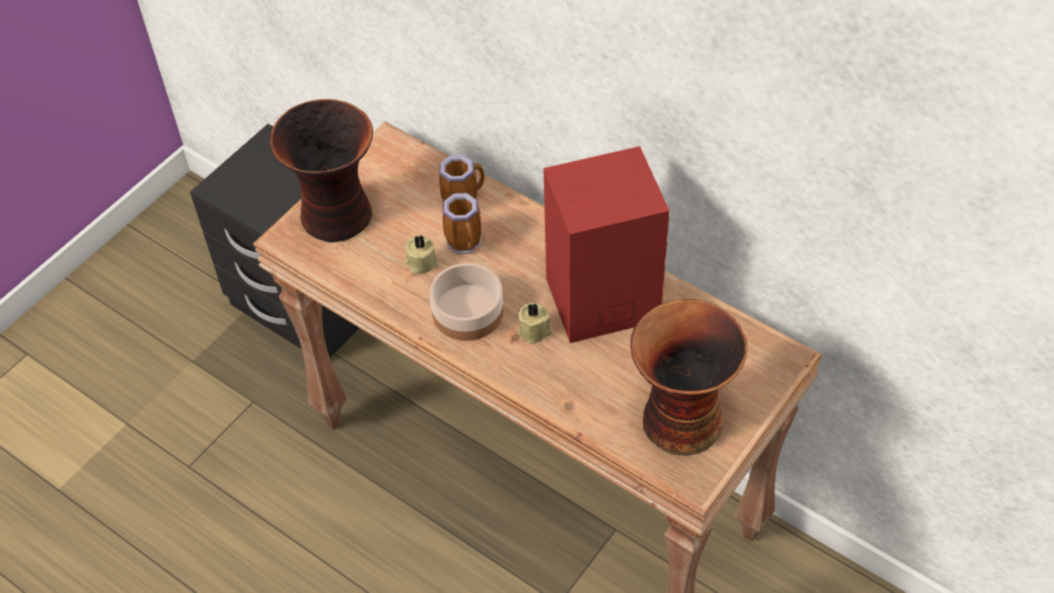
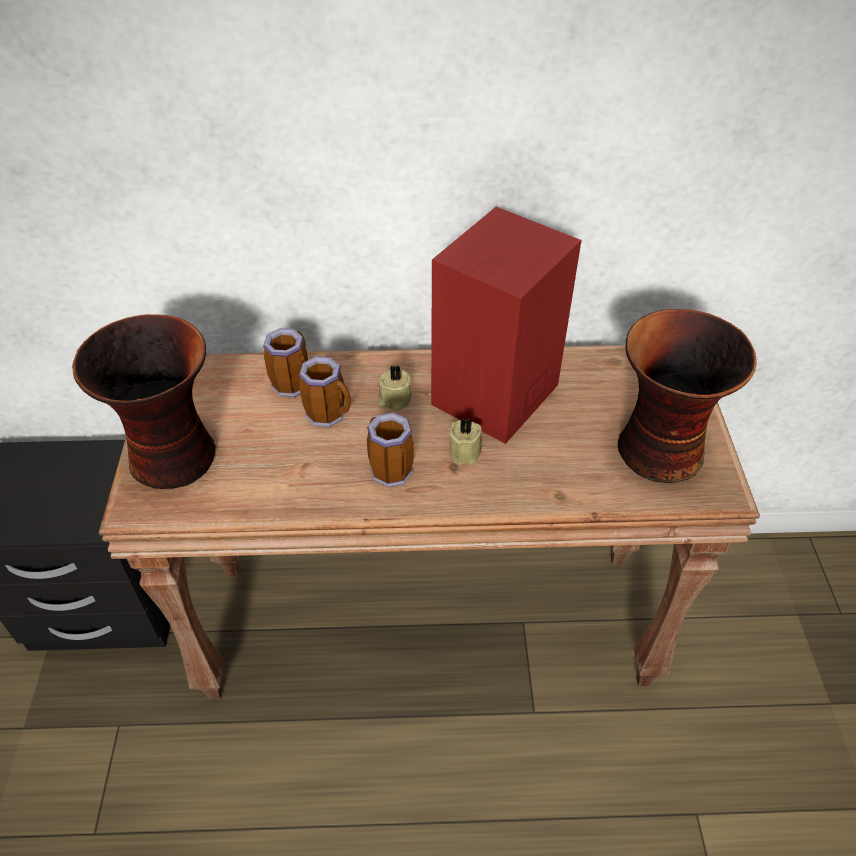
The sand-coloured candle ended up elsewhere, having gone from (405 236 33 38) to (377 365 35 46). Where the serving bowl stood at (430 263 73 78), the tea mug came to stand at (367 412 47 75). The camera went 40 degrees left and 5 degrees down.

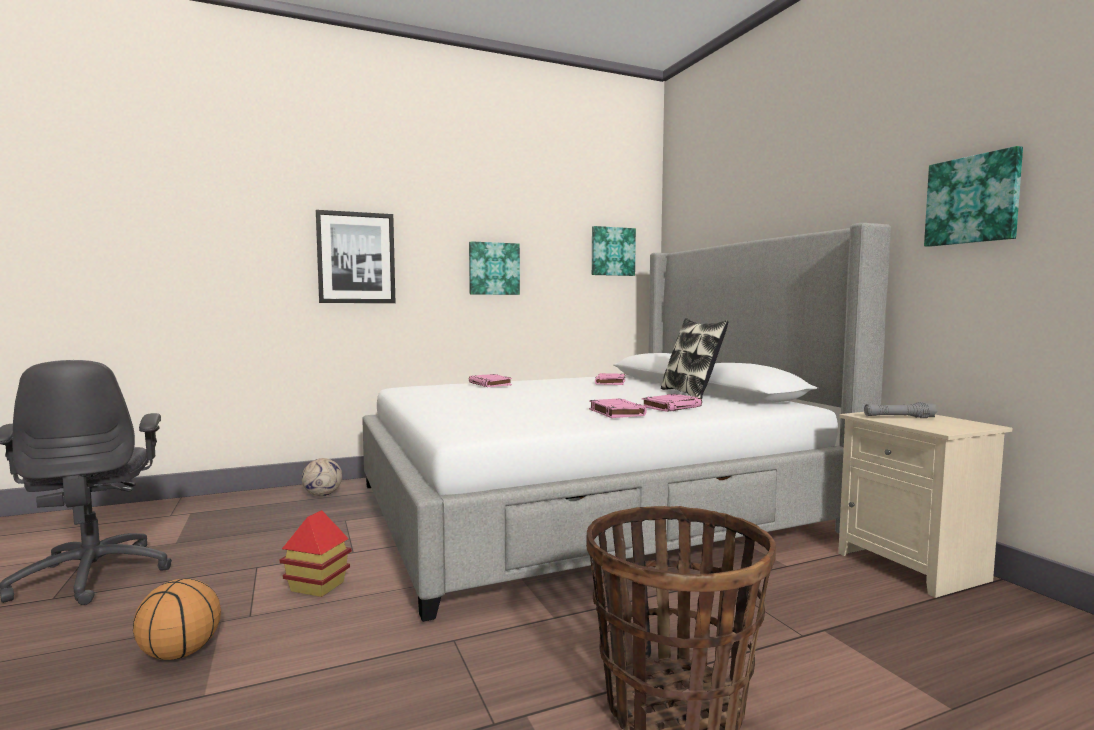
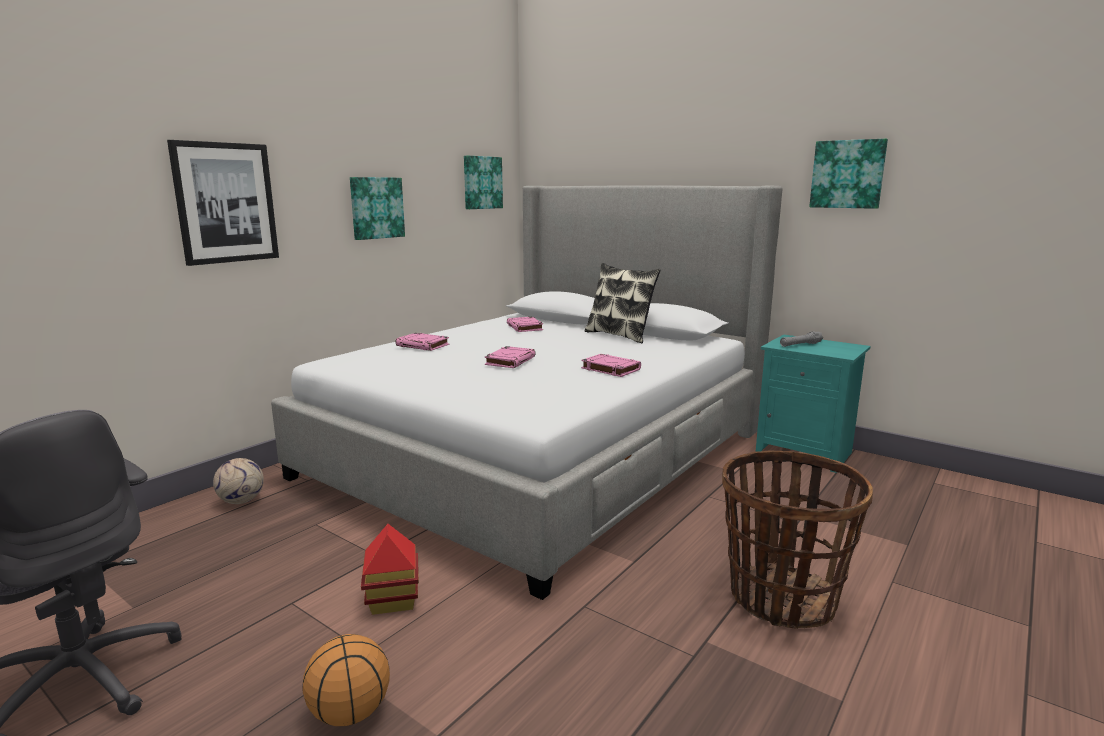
The pink bound book ended up elsewhere, having gone from (642 394 60 18) to (485 346 51 22). What was the sand-coloured night table at (838 412 174 186) turned into the turquoise night table at (756 334 115 139). The camera went 30 degrees left and 10 degrees up.

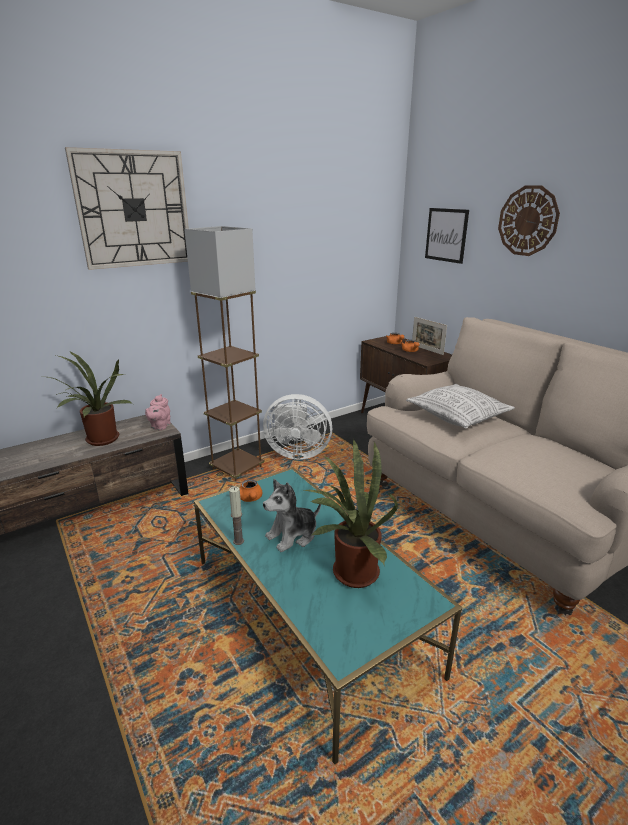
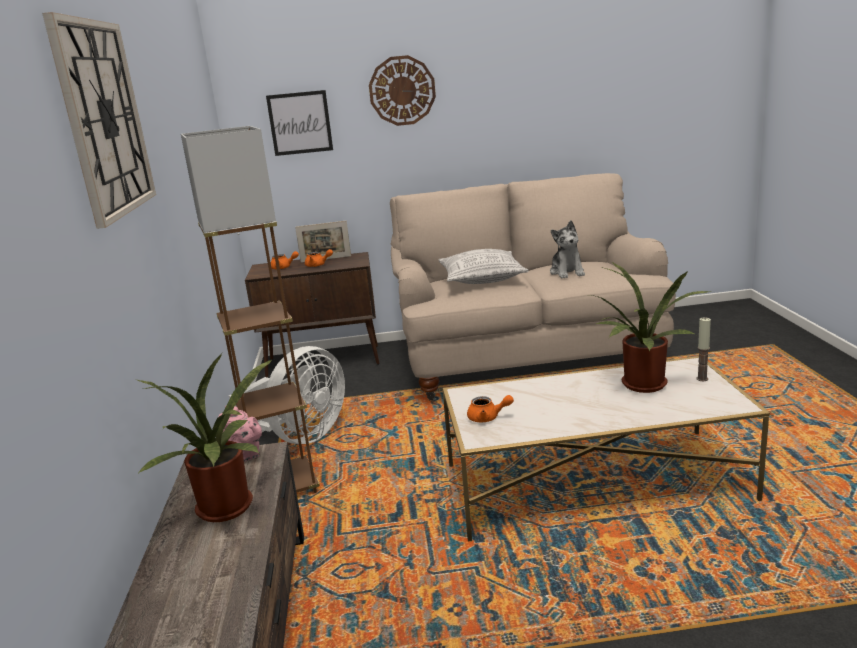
The candle ended up elsewhere, having gone from (229 487 15 58) to (696 317 15 64). The cuddly toy ended up elsewhere, having gone from (263 479 58 73) to (550 220 35 58). What was the turquoise coffee table at (194 467 268 298) turned into the white coffee table at (442 356 328 186). The camera went 60 degrees left and 5 degrees down.

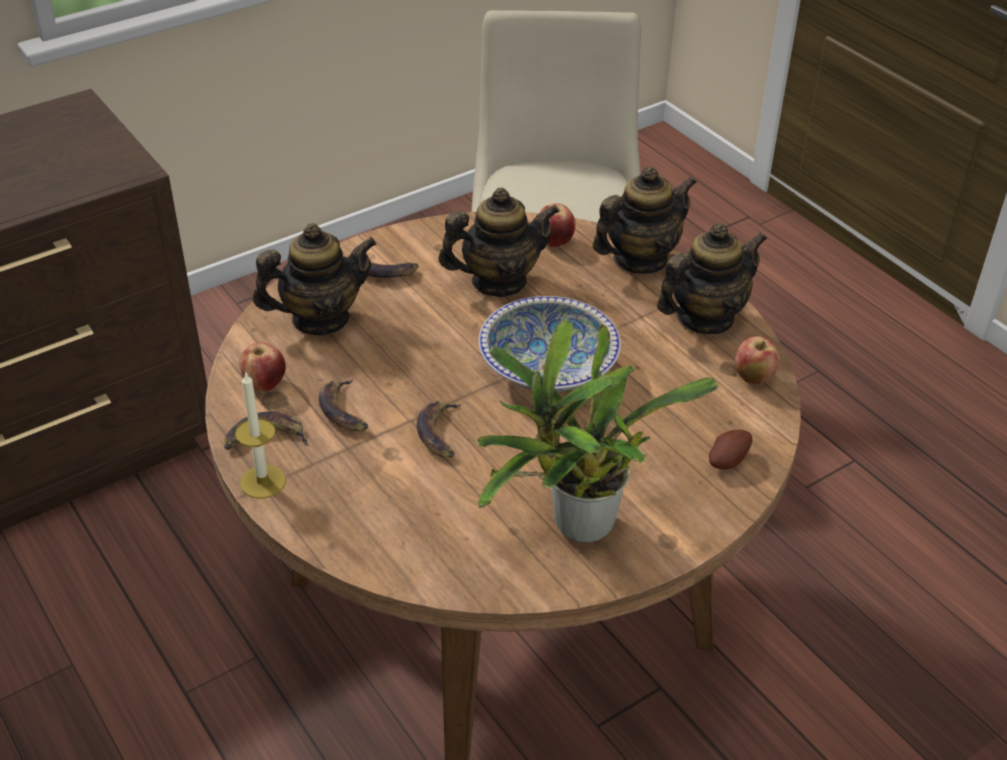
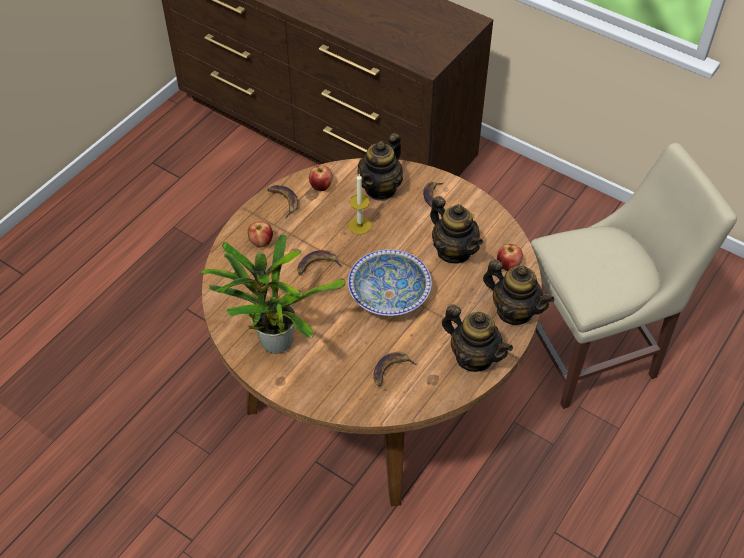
The second view lost the whole potato at (709 430 43 39). The candle ended up elsewhere, having gone from (235 371 51 127) to (348 174 23 60). The banana ended up elsewhere, having gone from (319 379 49 52) to (373 352 44 35). The apple fruit ended up elsewhere, having gone from (735 336 45 48) to (248 221 25 27). The pot for tea at (253 223 123 112) ended up facing another way, 75 degrees clockwise from before. The camera went 70 degrees right and 10 degrees up.

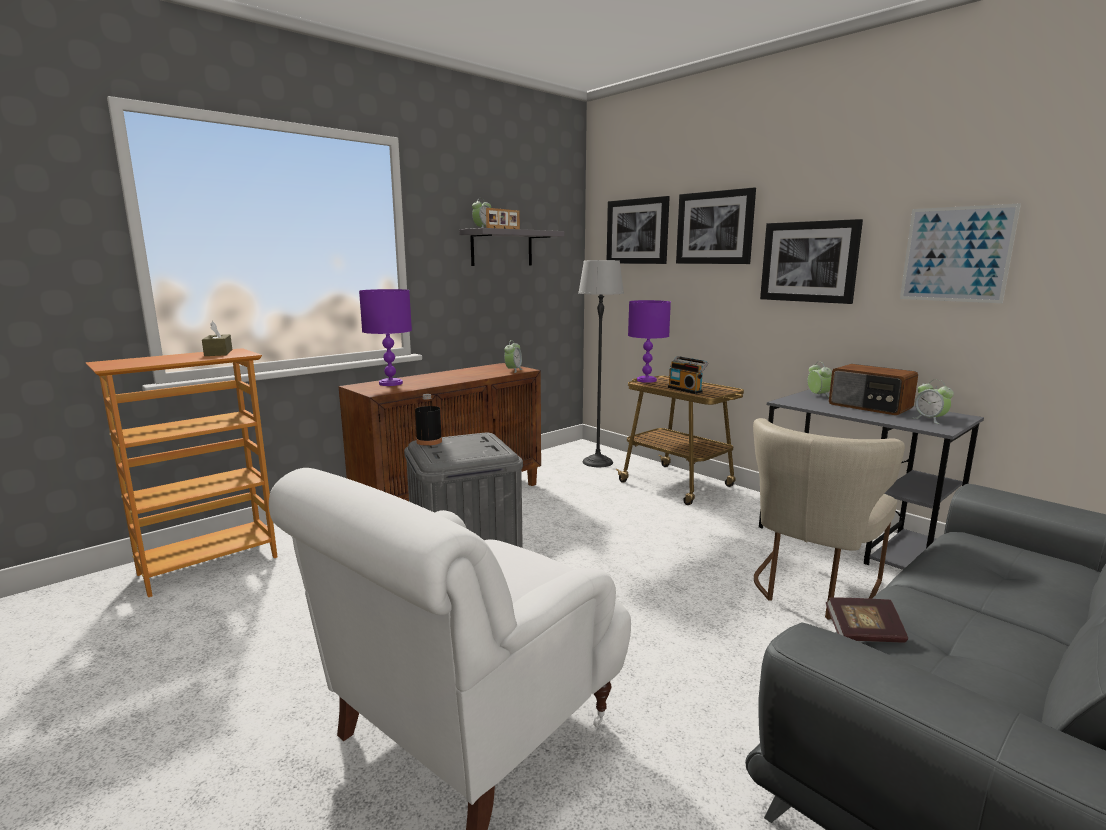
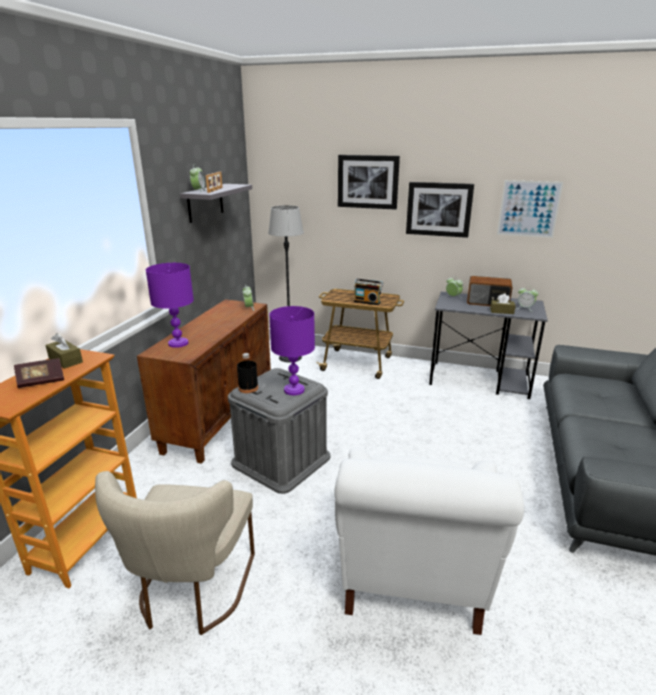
The second view lost the wall art at (607 196 63 68). The second view gained the brown-coloured tissue holder at (490 294 26 20). The purple lamp for a table ended up elsewhere, having gone from (628 300 43 83) to (269 306 46 89). The sand-coloured upright chair ended up elsewhere, having gone from (753 418 152 202) to (95 471 160 164). The bound book ended up elsewhere, having gone from (826 597 82 46) to (14 358 50 30). The camera went 30 degrees left and 10 degrees up.

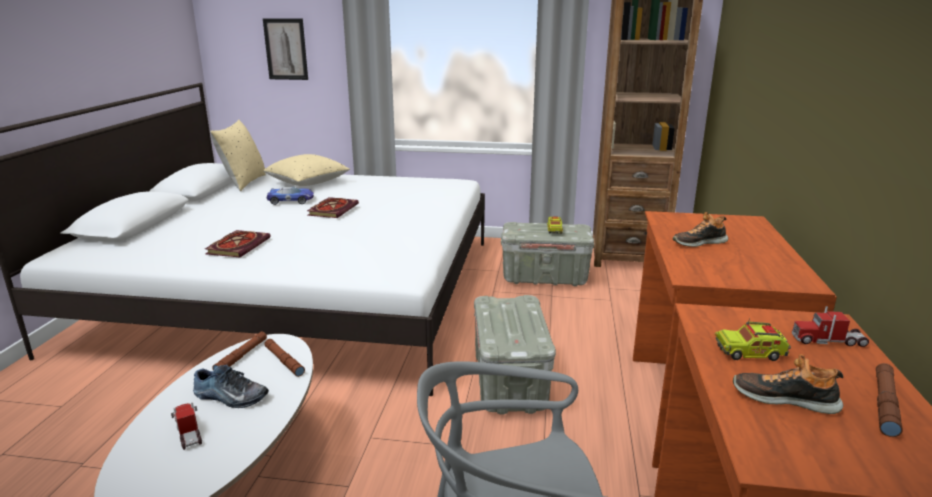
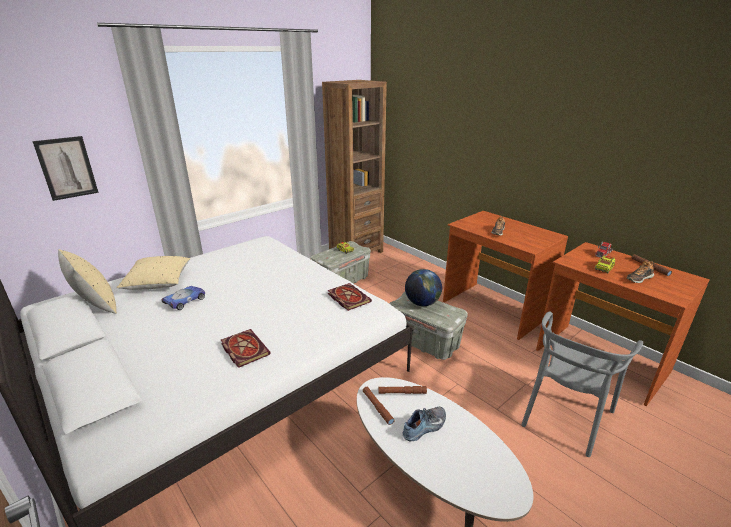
The second view lost the toy lorry at (171 402 31 48). The second view gained the world globe at (405 269 37 37). The bound book ended up elsewhere, having gone from (307 197 52 21) to (328 283 44 28). The camera went 50 degrees left and 5 degrees up.

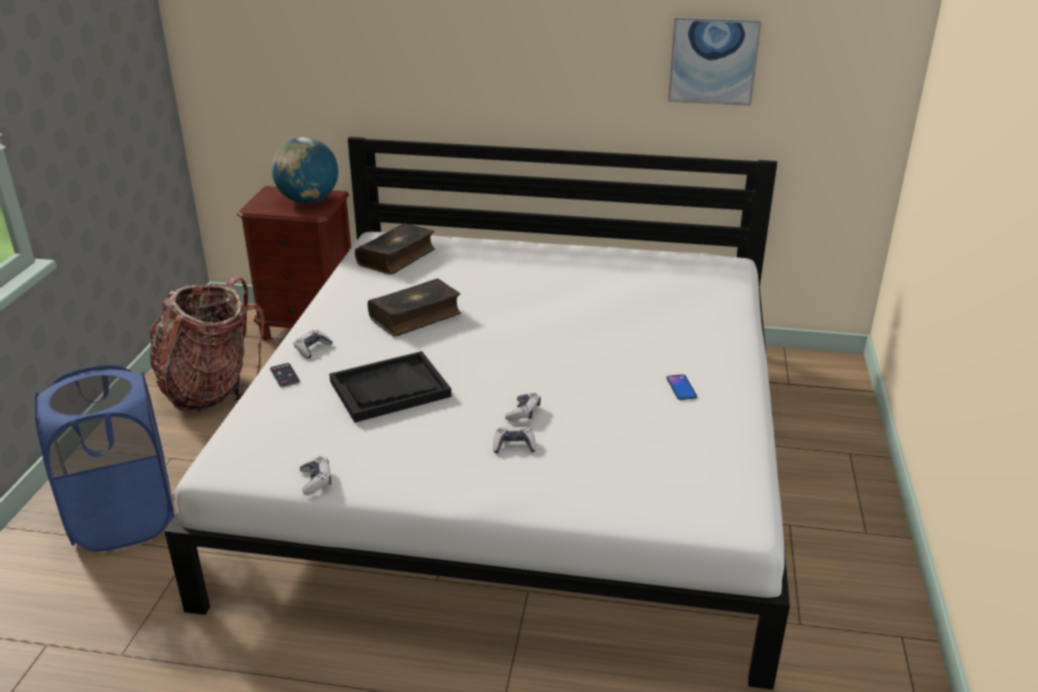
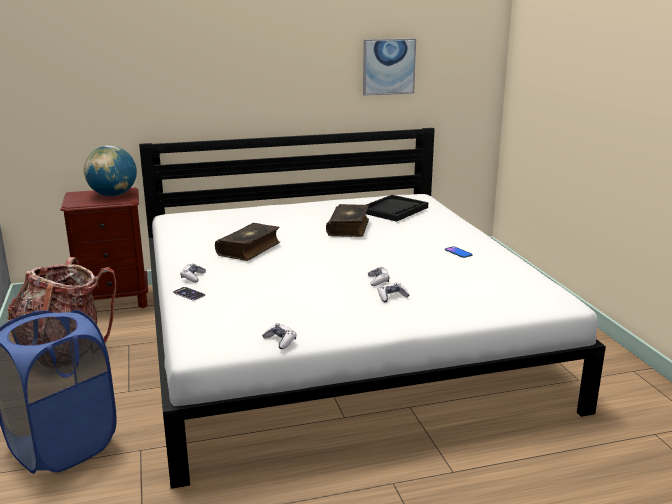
The black-coloured carrying tray ended up elsewhere, having gone from (329 351 123 72) to (366 195 62 27). The bound book ended up elsewhere, having gone from (355 223 81 52) to (326 204 43 33). The camera went 25 degrees left and 10 degrees down.

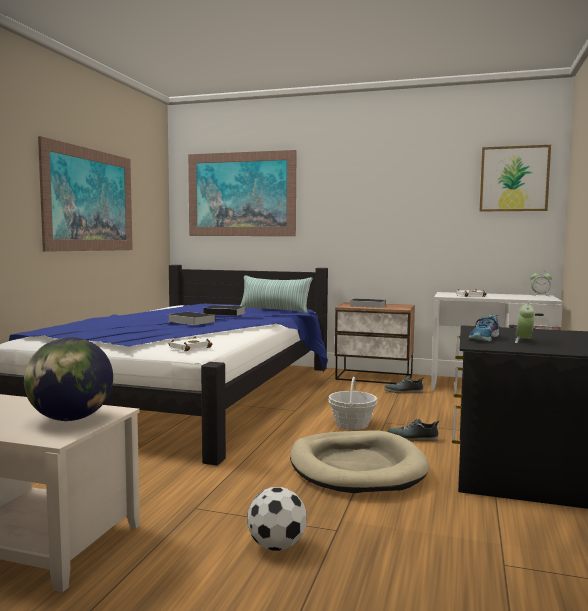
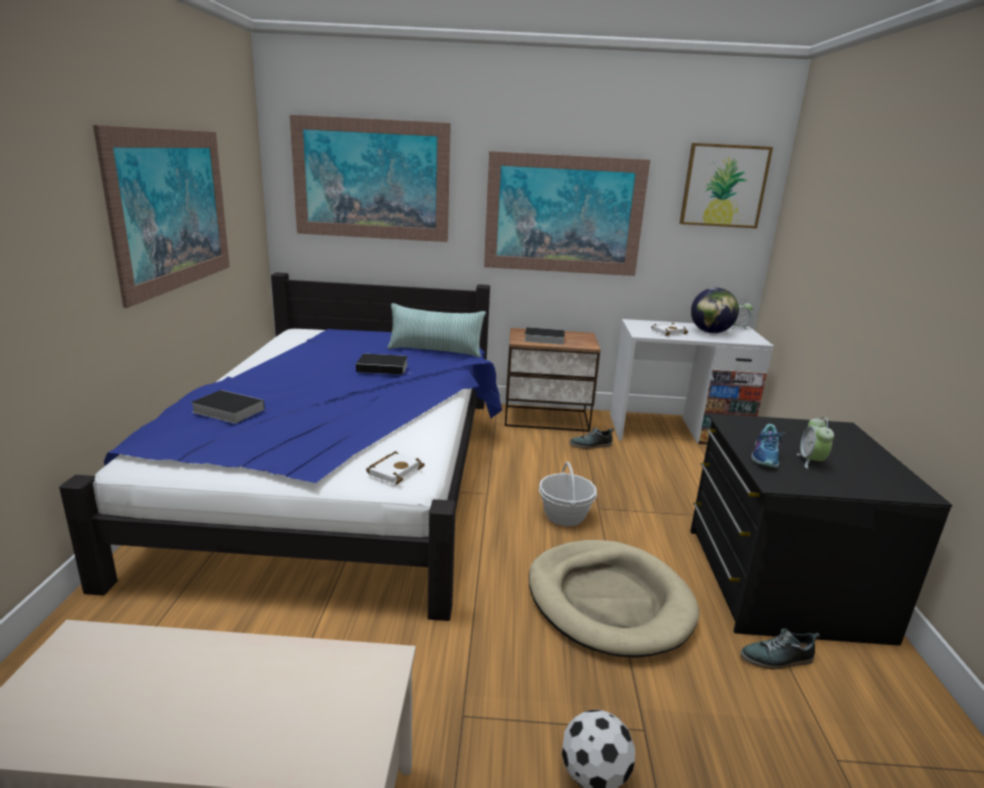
The second view gained the wall art at (484 151 166 125). The world globe ended up elsewhere, having gone from (24 337 89 84) to (691 288 48 45). The bound book ended up elsewhere, having gone from (168 312 47 13) to (191 390 74 33). The item of footwear ended up elsewhere, having gone from (387 418 52 24) to (740 629 80 40). The camera went 15 degrees left and 15 degrees up.

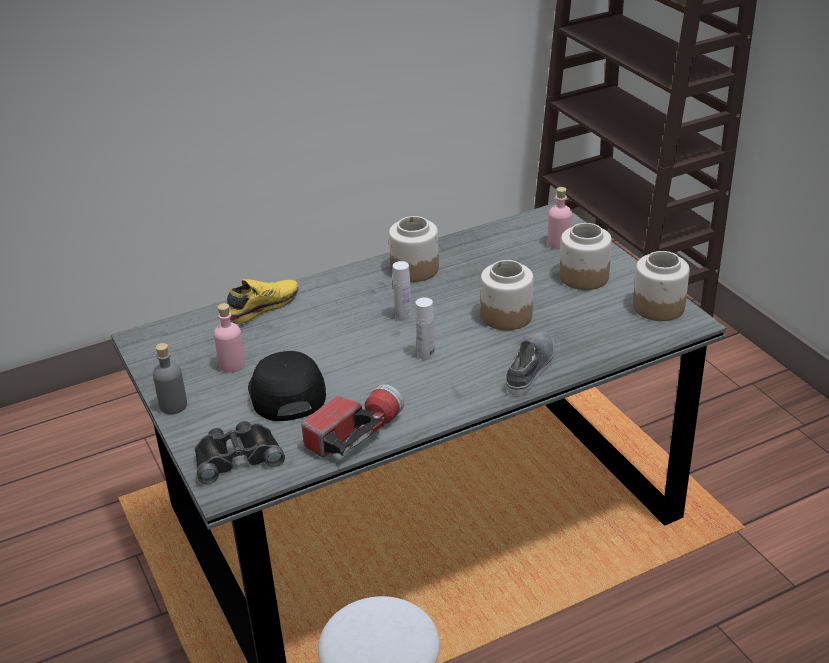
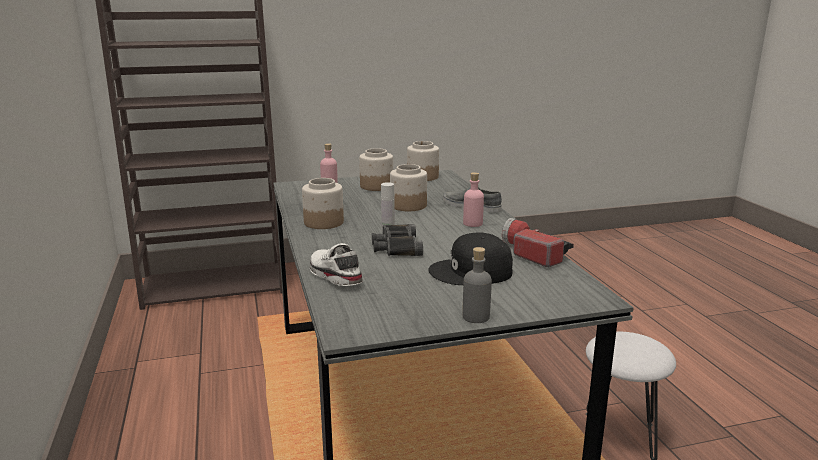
The second view lost the white beverage bottle at (415 297 20 63). The black-coloured pair of binoculars ended up elsewhere, having gone from (195 421 90 63) to (372 224 51 32). The pink beverage bottle ended up elsewhere, having gone from (214 303 31 70) to (463 172 21 55). What was the yellowish item of footwear at (227 279 72 46) turned into the white item of footwear at (310 243 53 43). The camera went 80 degrees left and 15 degrees down.

